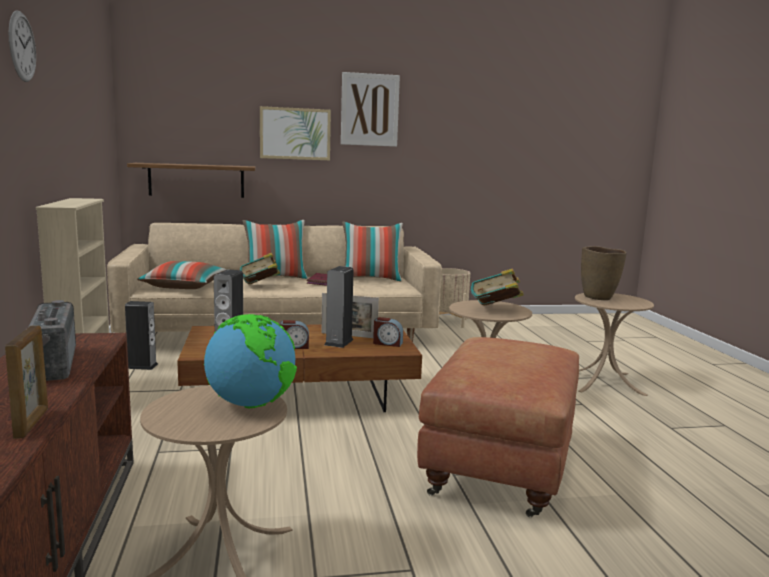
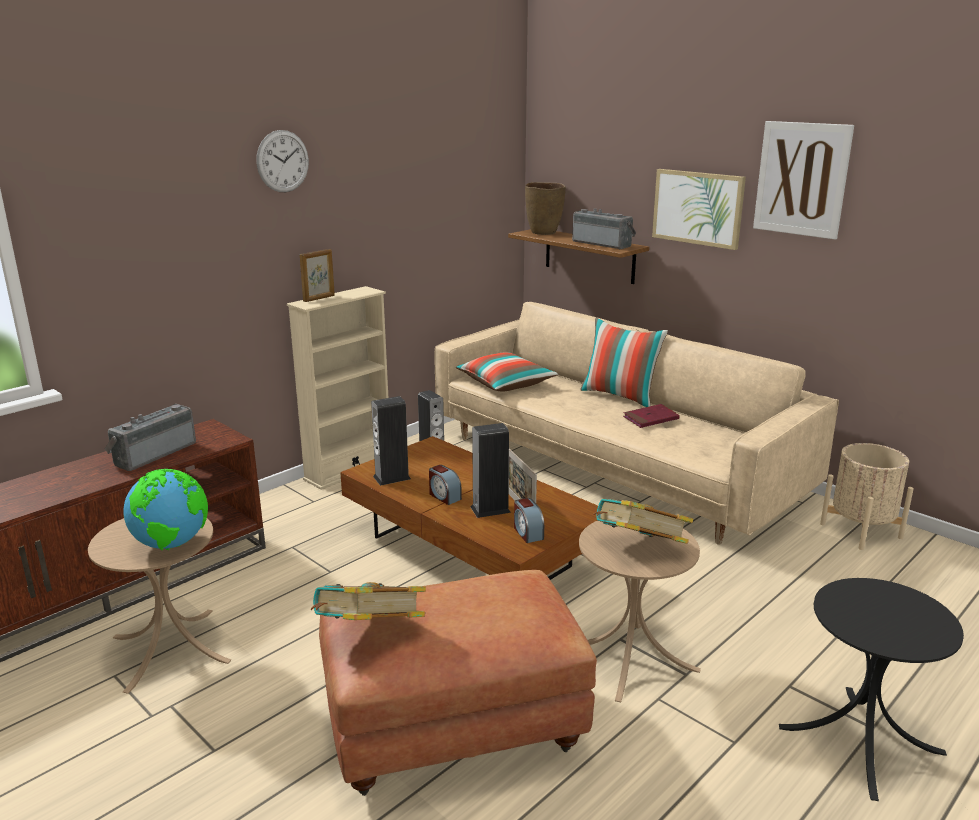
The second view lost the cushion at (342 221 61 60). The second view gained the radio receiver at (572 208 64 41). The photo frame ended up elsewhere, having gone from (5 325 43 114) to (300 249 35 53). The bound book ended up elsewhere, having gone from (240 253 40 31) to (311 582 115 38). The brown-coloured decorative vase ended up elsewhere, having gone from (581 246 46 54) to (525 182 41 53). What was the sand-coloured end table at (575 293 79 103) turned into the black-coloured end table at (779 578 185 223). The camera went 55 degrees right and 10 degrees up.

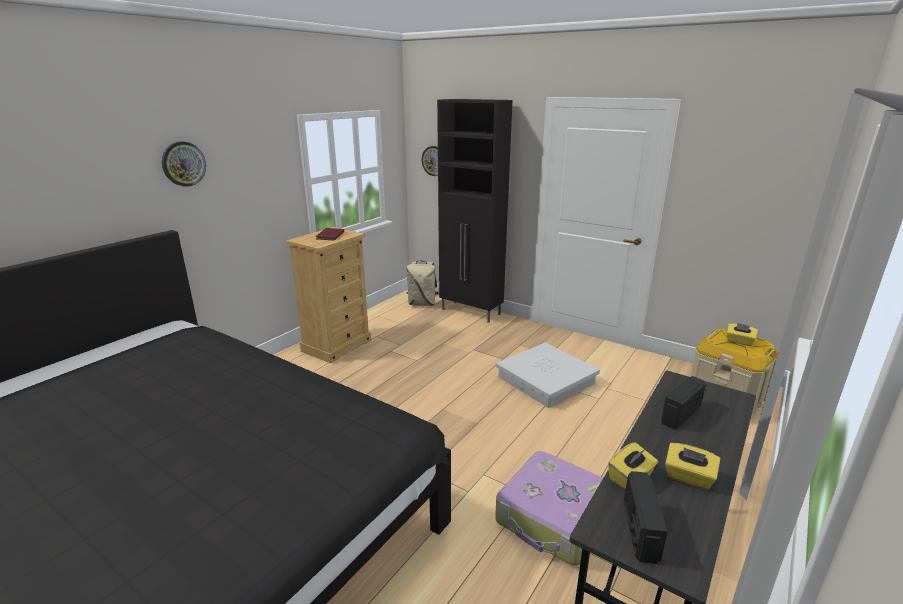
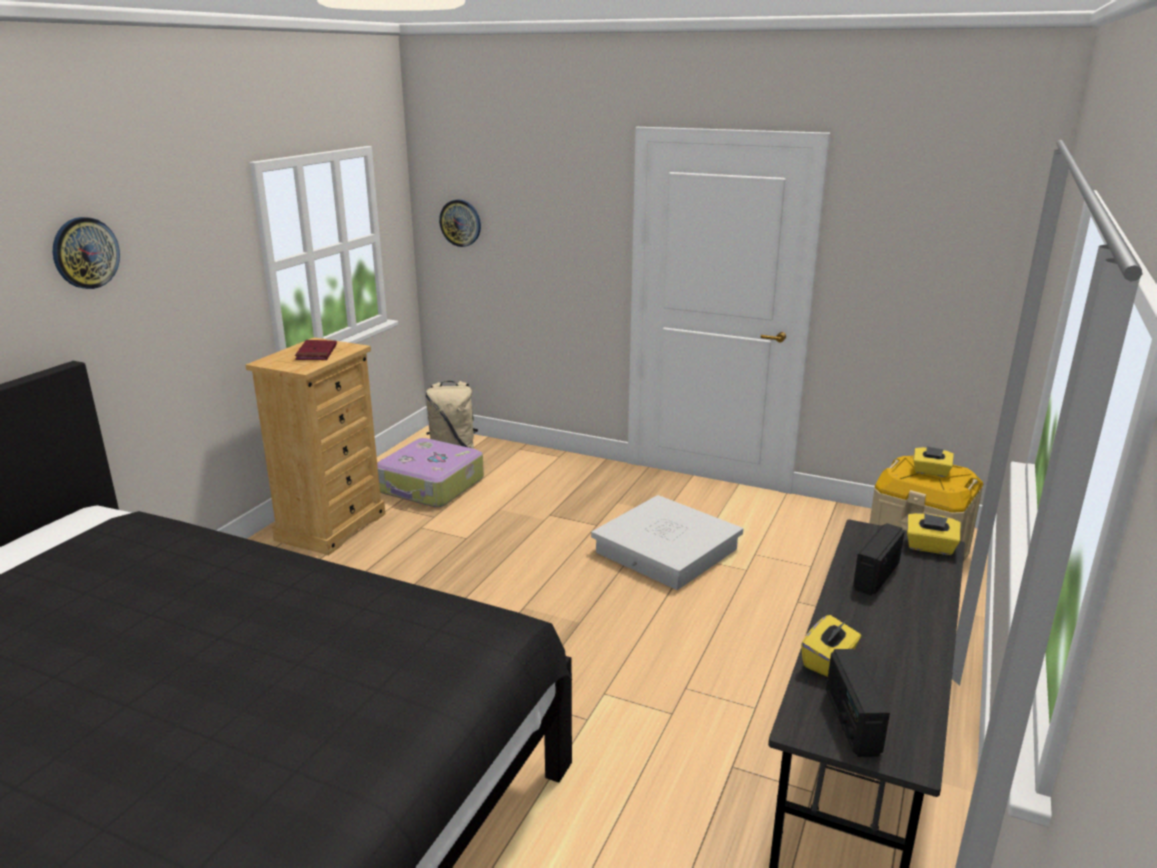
The second view lost the black-coloured cupboard at (437 99 76 224). The suitcase ended up elsewhere, having gone from (495 451 108 115) to (377 438 107 69). The yellowish tissue holder ended up elsewhere, having gone from (665 443 55 47) to (907 513 54 42). The camera went 10 degrees left and 0 degrees up.

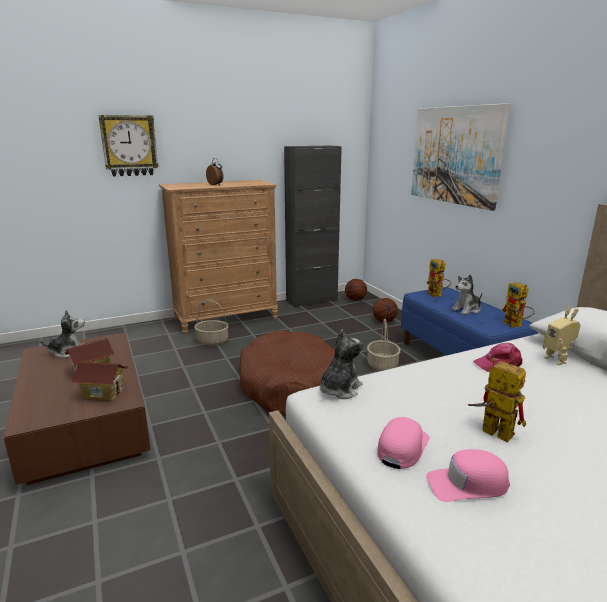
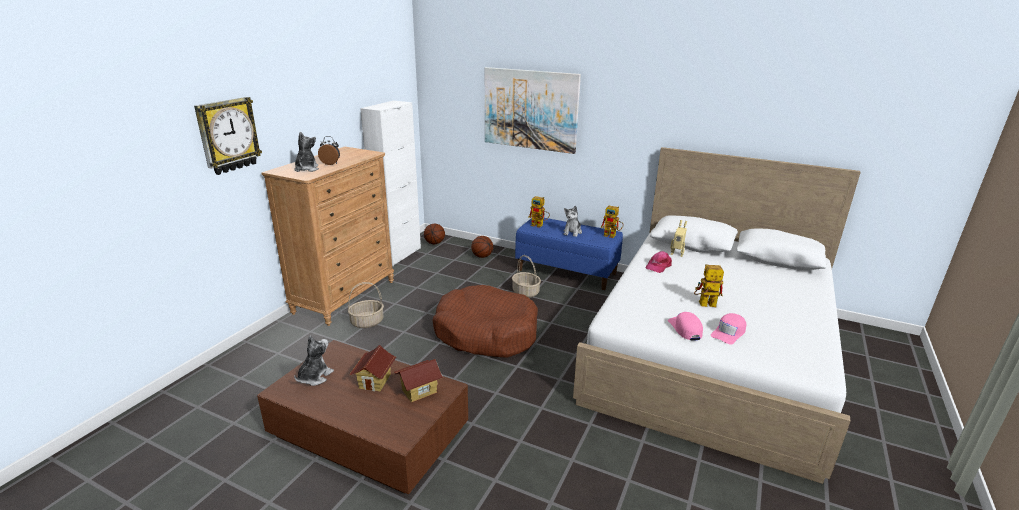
The cuddly toy ended up elsewhere, having gone from (320 329 43 70) to (294 132 25 40). What was the black-coloured cupboard at (284 145 58 162) turned into the white cupboard at (360 100 61 166). The camera went 40 degrees left and 5 degrees up.

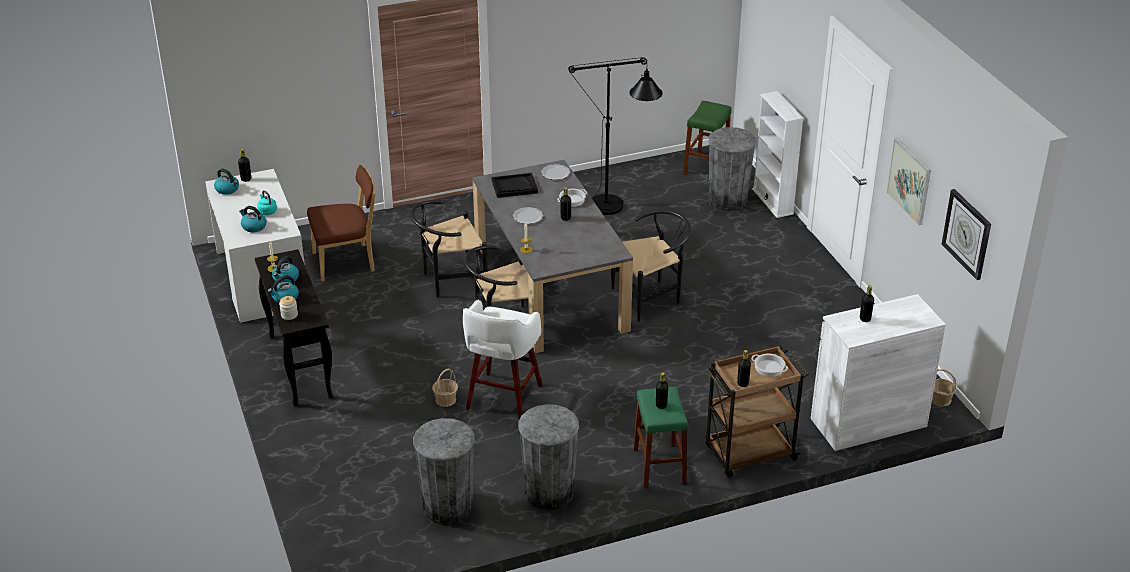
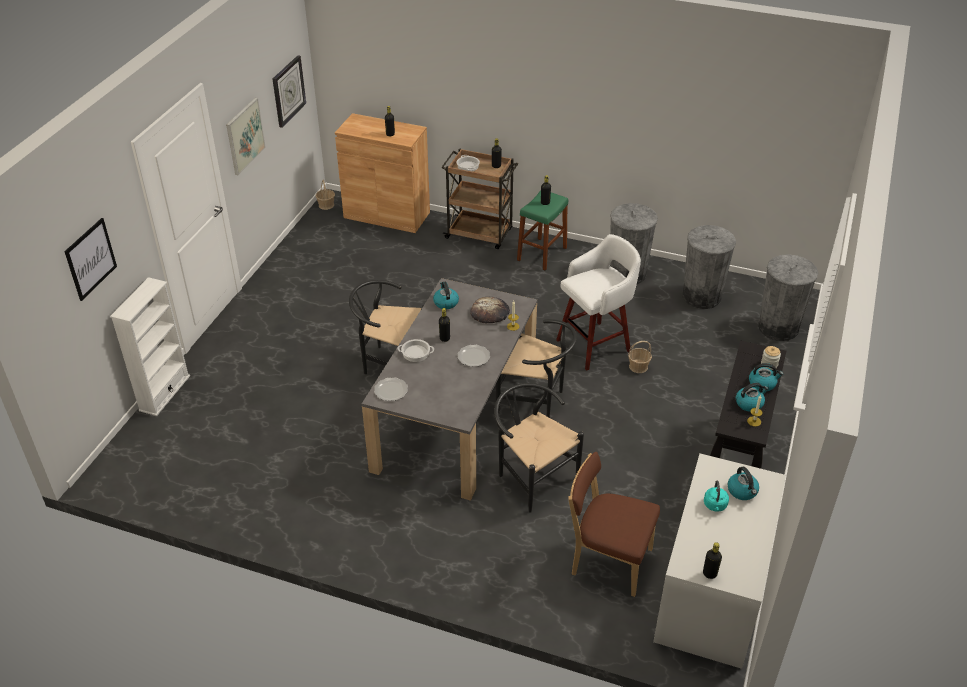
The second view lost the black-coloured carrying tray at (491 173 47 25). The second view lost the black-coloured floor lamp at (568 57 95 158). The second view lost the green stool at (683 101 49 74). The second view gained the wall art at (64 218 53 83). The second view gained the bakery bread at (470 297 40 26). The kettle ended up elsewhere, having gone from (214 169 25 26) to (433 282 26 27). The greyish rubbish bin ended up elsewhere, having gone from (708 127 48 84) to (758 254 60 87). What was the white cupboard at (811 294 135 157) turned into the brown-coloured cupboard at (335 113 95 120). The black-coloured upright chair at (410 200 78 97) ended up facing another way, 150 degrees counterclockwise from before. The camera went 140 degrees left and 5 degrees up.

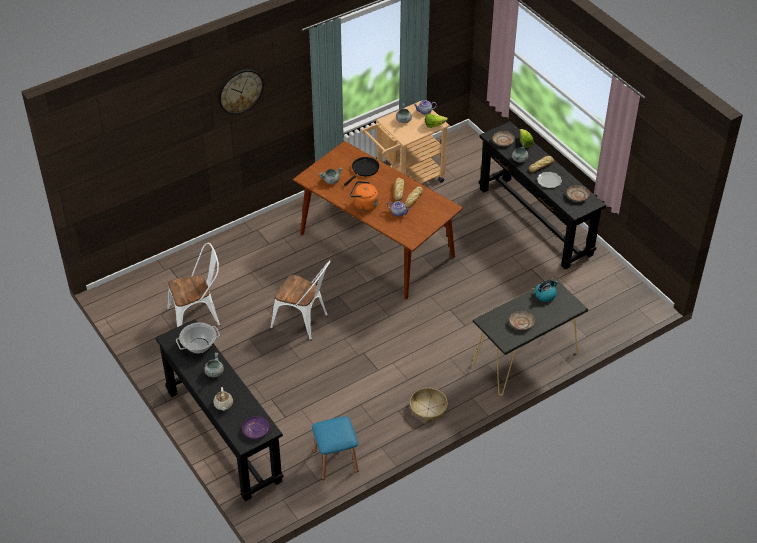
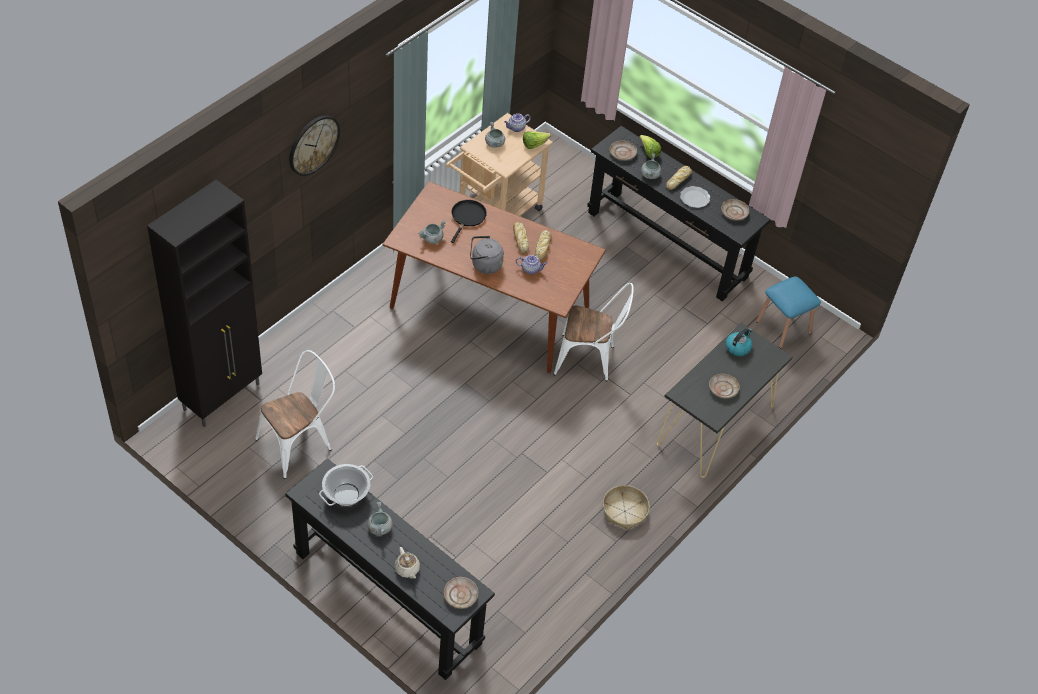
The second view gained the black-coloured cupboard at (147 180 115 247). The white upright chair ended up elsewhere, having gone from (270 260 61 80) to (553 283 81 98). The blue stool ended up elsewhere, having gone from (312 416 47 64) to (756 276 65 72). What was the purple dinner plate at (242 416 27 23) turned into the sand-coloured dinner plate at (444 577 34 32). What was the orangey kettle at (350 181 28 30) turned into the greyish kettle at (470 236 34 38). The camera went 20 degrees left and 5 degrees up.

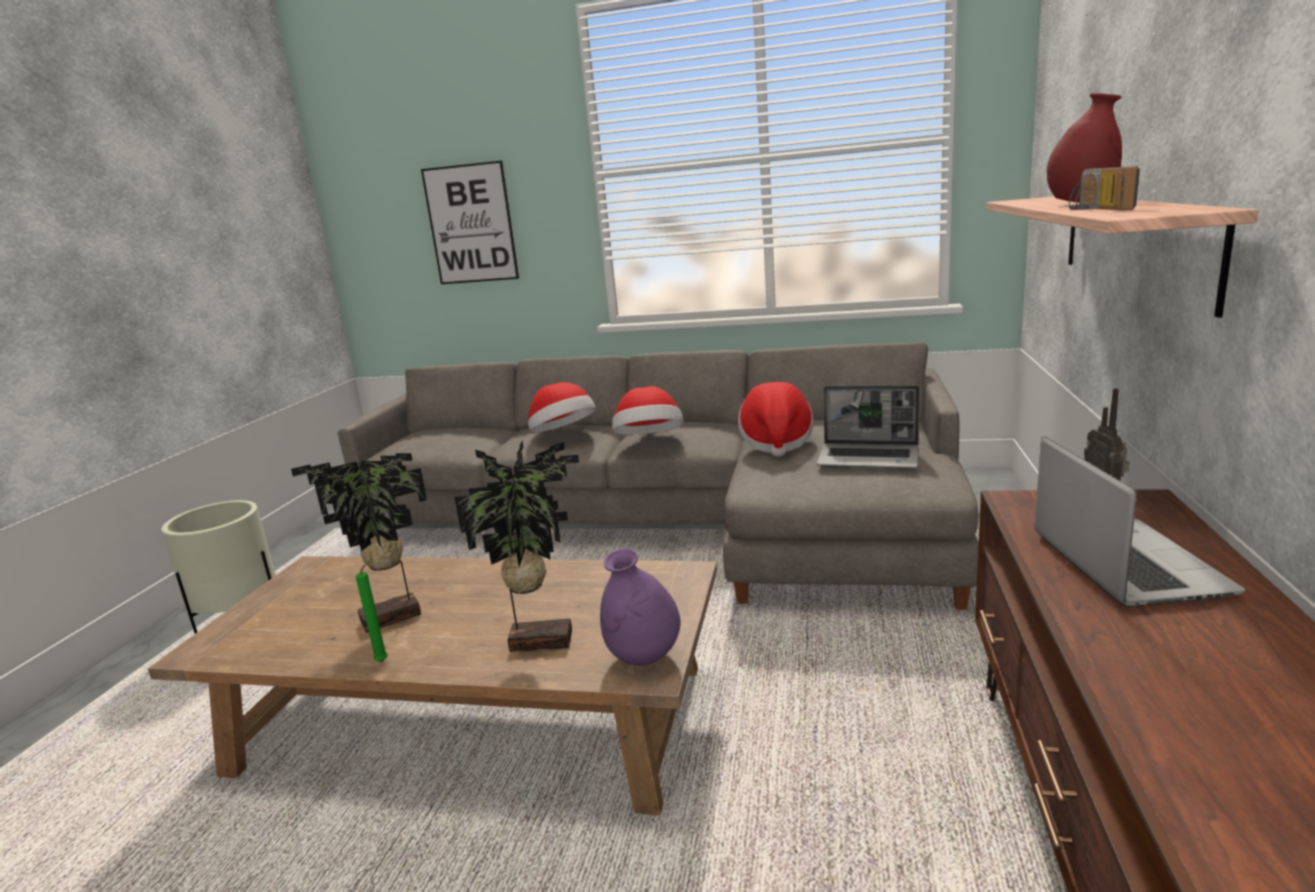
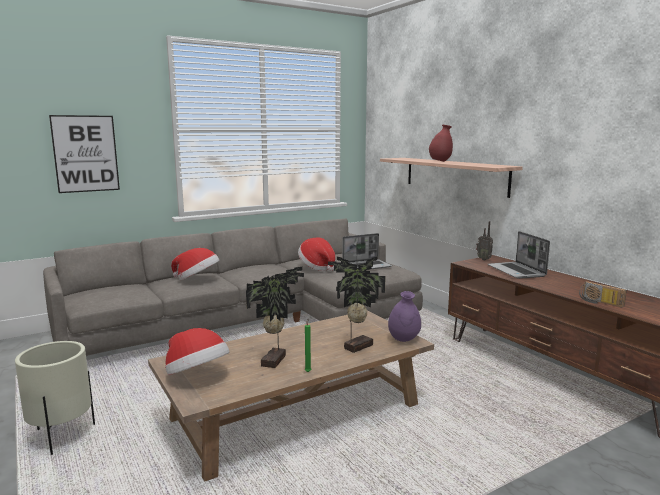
The clothing hat ended up elsewhere, having gone from (612 386 72 49) to (165 328 65 47). The radio receiver ended up elsewhere, having gone from (1069 166 71 44) to (579 281 48 27). The portable computer at (1034 436 211 171) ended up facing another way, 150 degrees counterclockwise from before. The camera went 45 degrees left and 5 degrees down.

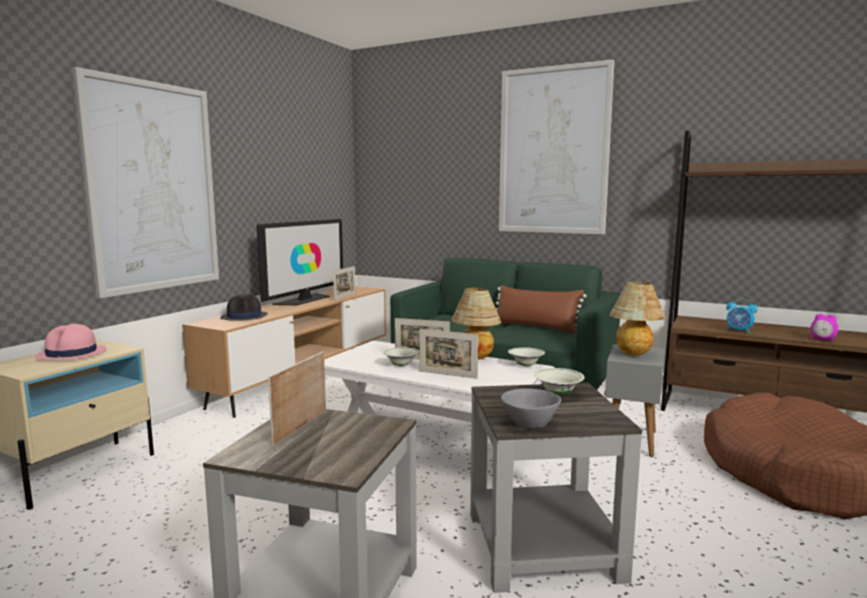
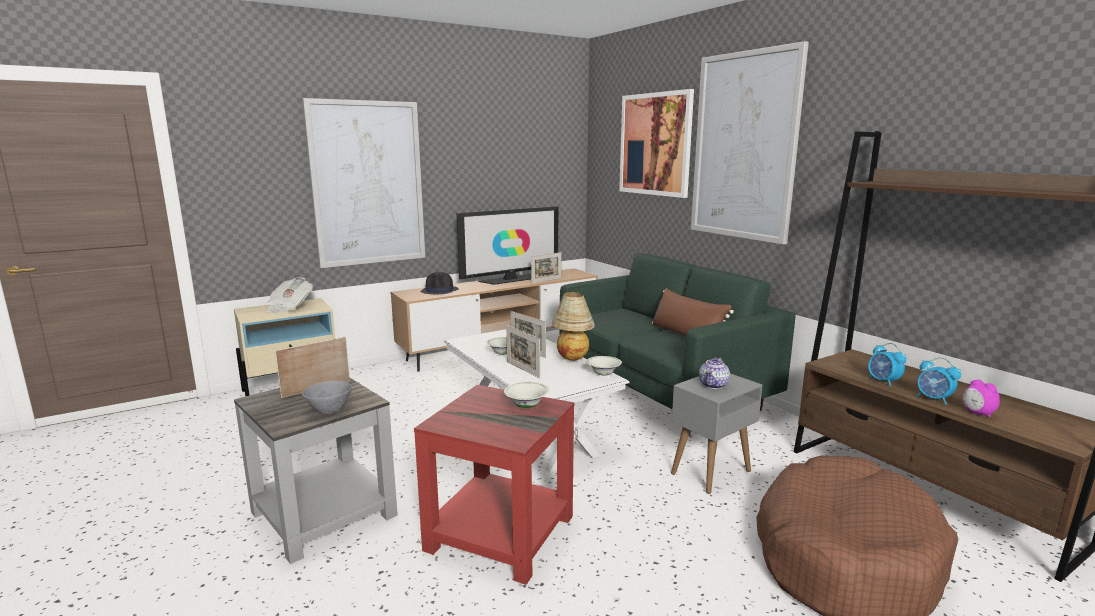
The second view gained the wall art at (619 89 75 109). The second view gained the bedside clock at (916 358 45 47). The greyish serving bowl ended up elsewhere, having gone from (501 388 60 40) to (302 381 50 33). Where the pink clothing hat stood at (35 324 72 36), the newspaper came to stand at (267 277 46 36). Where the lamp for a table stood at (610 282 56 74), the pot for tea came to stand at (699 357 31 32). What was the greyish end table at (470 383 172 210) turned into the red-coloured end table at (414 385 160 200). The camera went 30 degrees right and 5 degrees up.

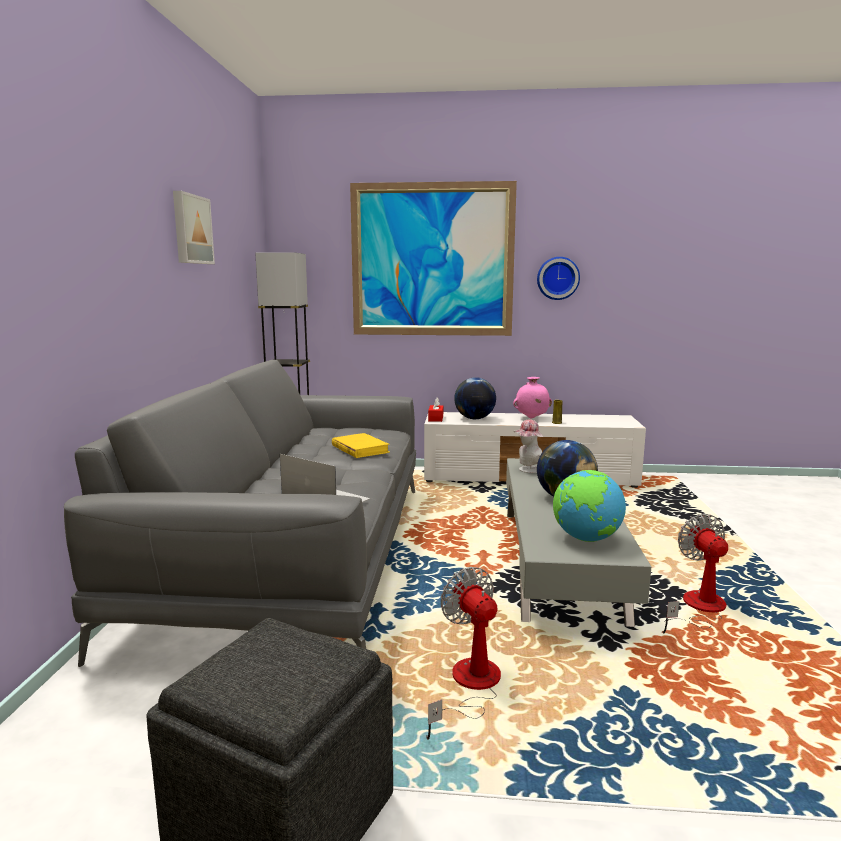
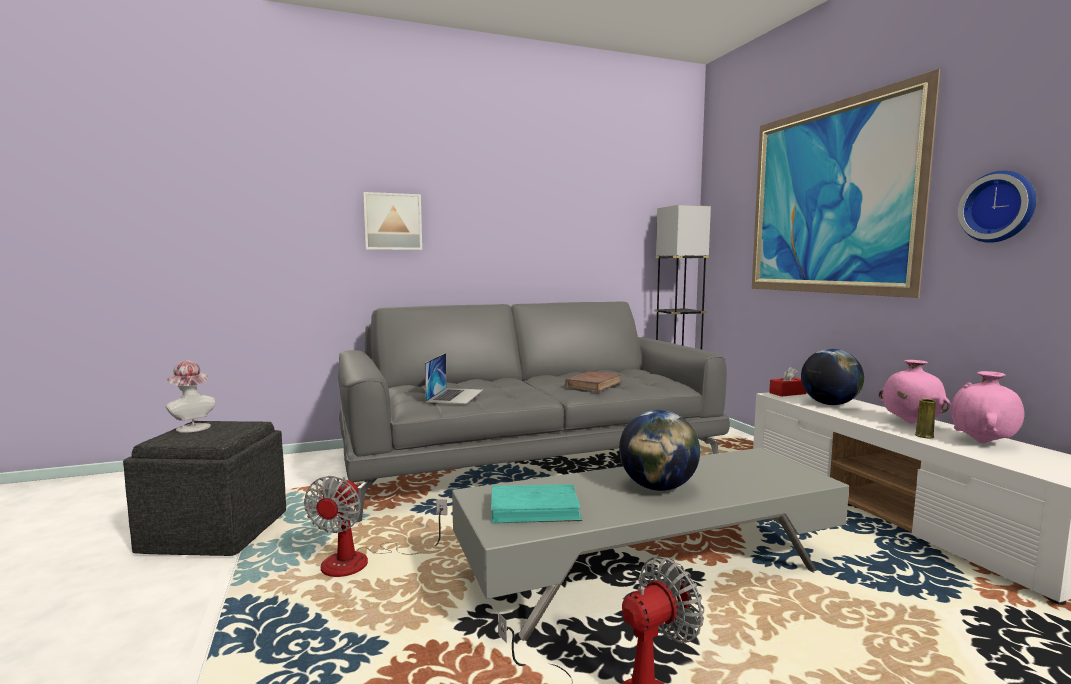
The second view gained the pink decorative vase at (951 371 73 72). The wall art ended up elsewhere, having gone from (173 191 42 73) to (363 192 59 58). The clothing hat ended up elsewhere, having gone from (514 419 29 54) to (166 360 50 73). Where the world globe stood at (553 470 73 72), the turquoise bound book came to stand at (491 484 91 40). What was the yellowish bound book at (332 433 58 25) turned into the brown-coloured bound book at (565 371 57 21). The cooling fan at (426 567 75 173) ended up facing another way, 150 degrees clockwise from before. The camera went 65 degrees right and 5 degrees down.

